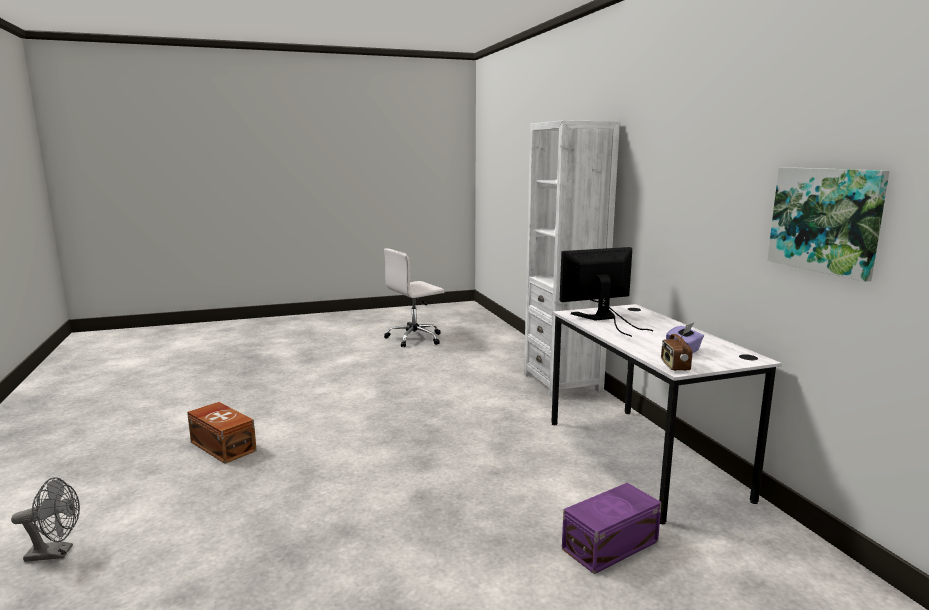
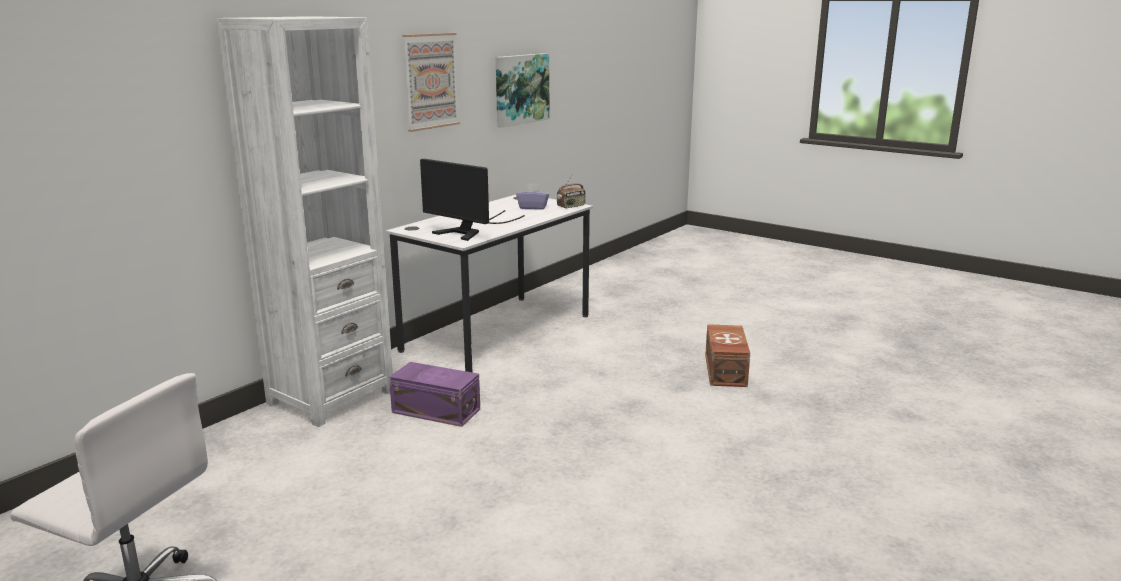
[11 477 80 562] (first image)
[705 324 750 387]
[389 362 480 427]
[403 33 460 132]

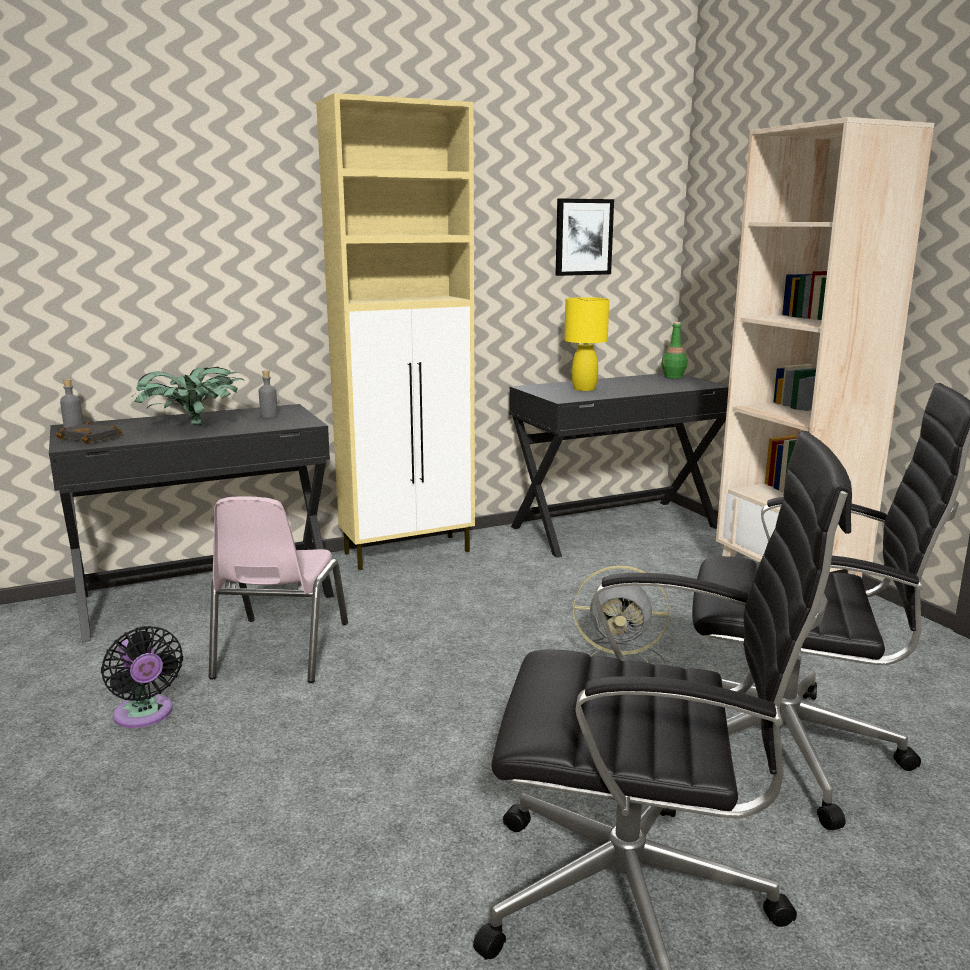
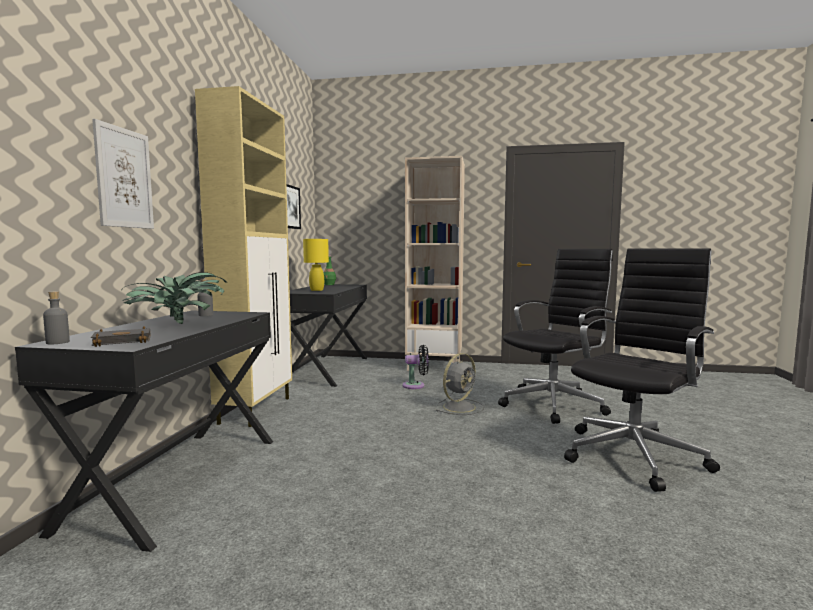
[402 345 429 389]
[209 496 348 683] (first image)
[92 119 154 229]

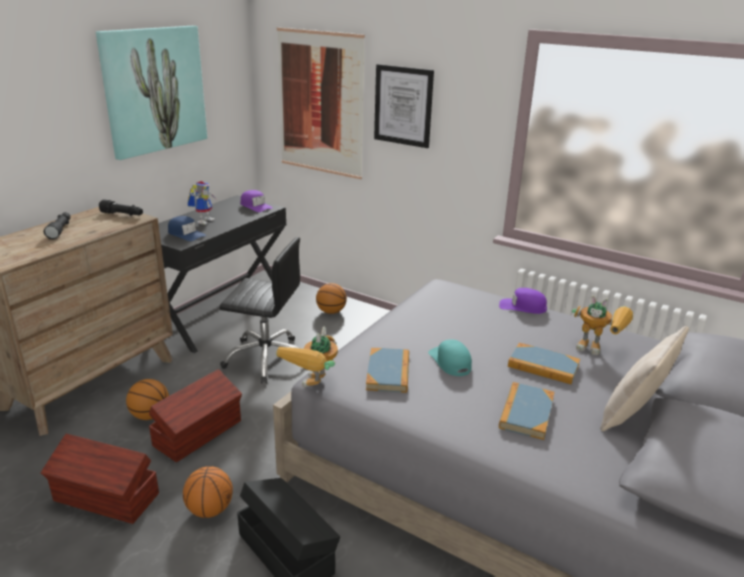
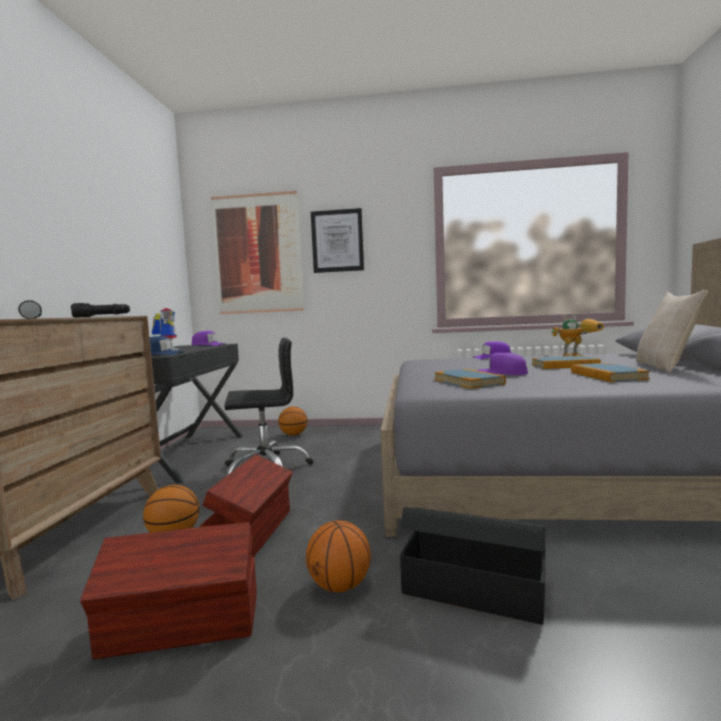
[96 26 207 160] (first image)
[276 326 338 387] (first image)
[477 353 528 375]

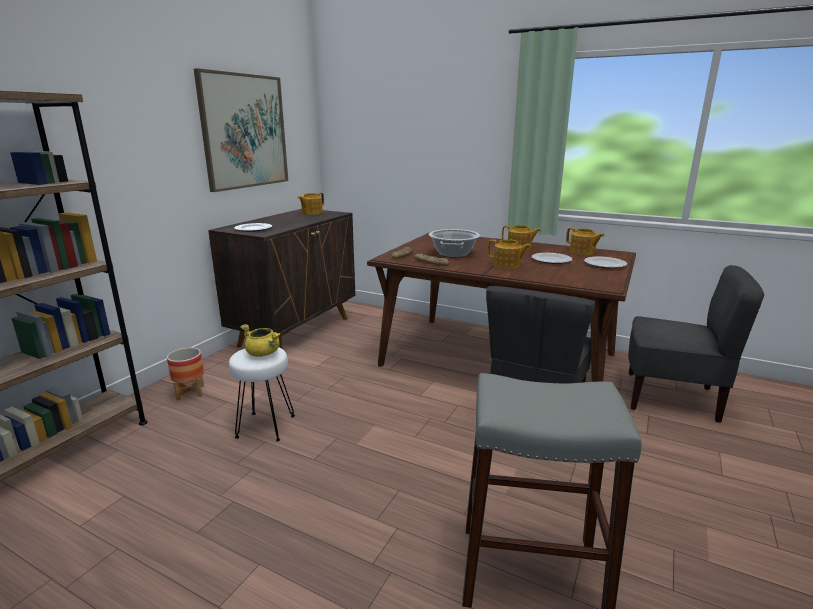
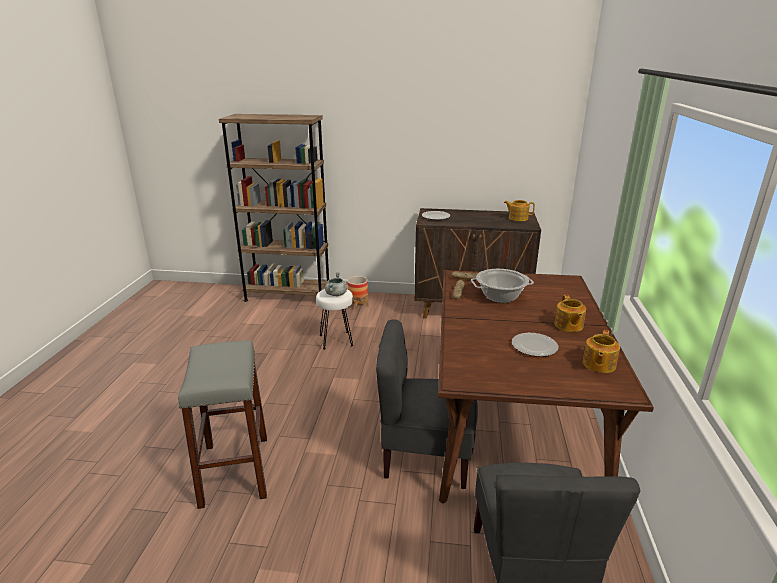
[194 68 288 192] (first image)
[325 272 347 296]
[488 239 531 269] (first image)
[584 257 627 268] (first image)

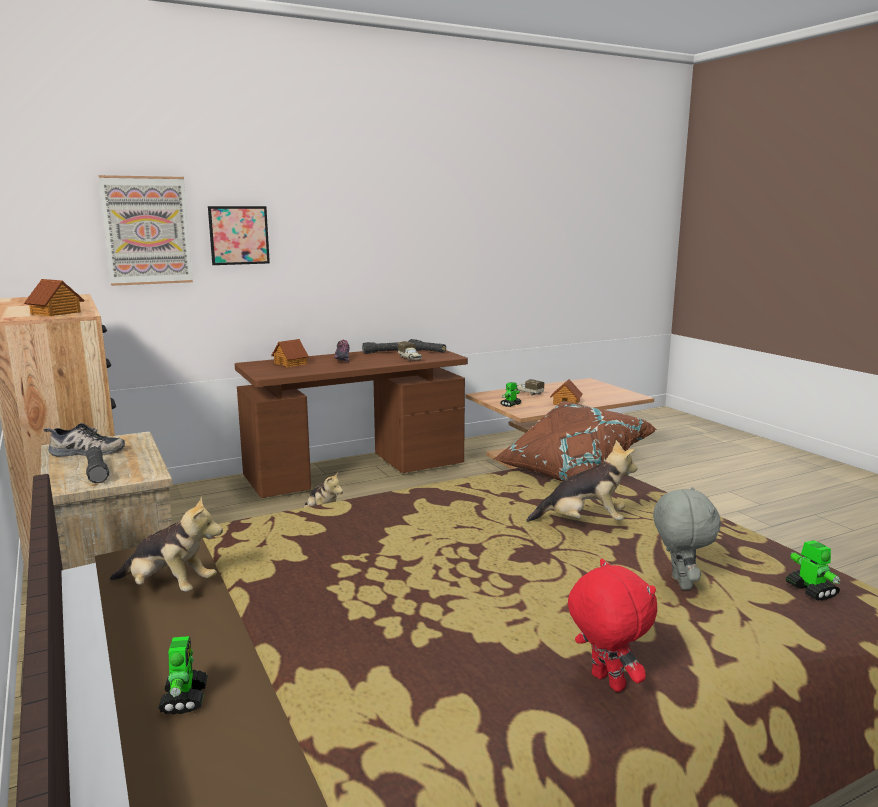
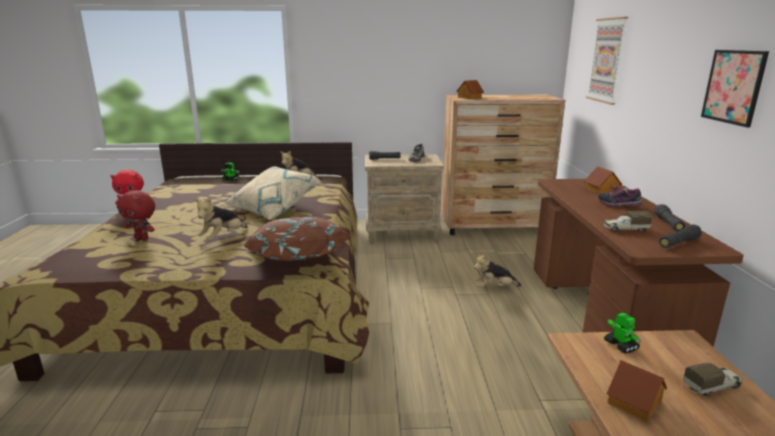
[701 50 769 127]
[117 190 155 240]
[786 540 840 601] (first image)
[225 167 321 220]

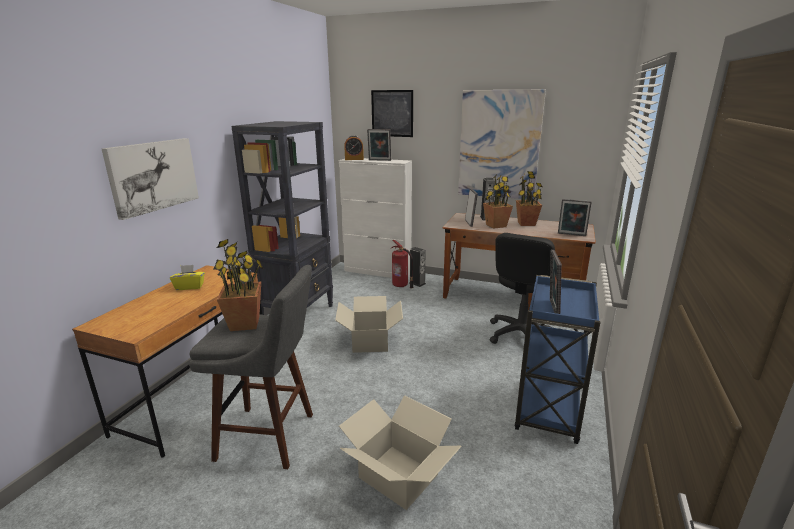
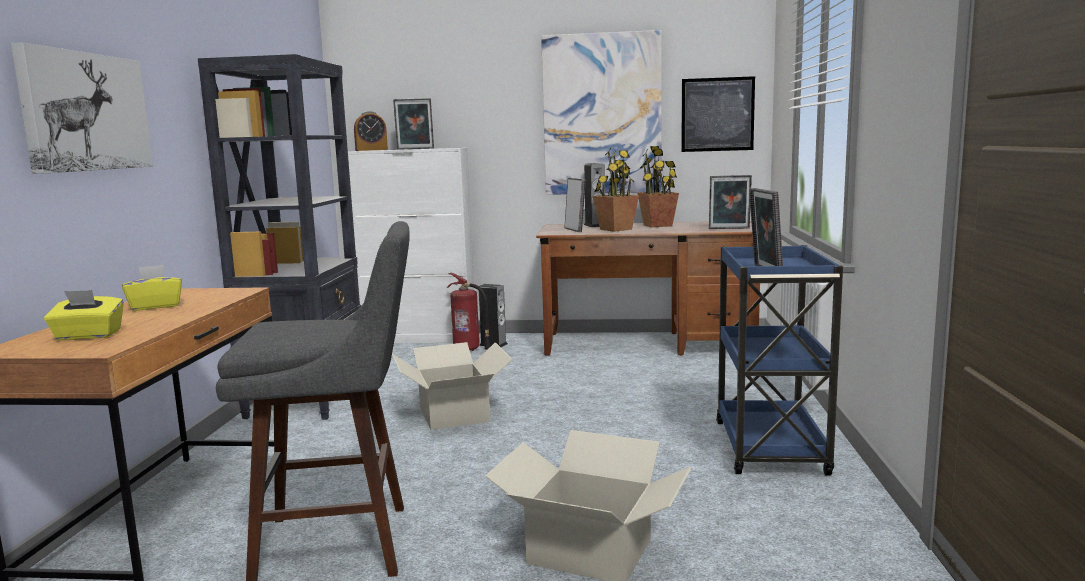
[213 239 263 331] (first image)
[681 76 755 152]
[490 233 555 344] (first image)
[44 290 124 340]

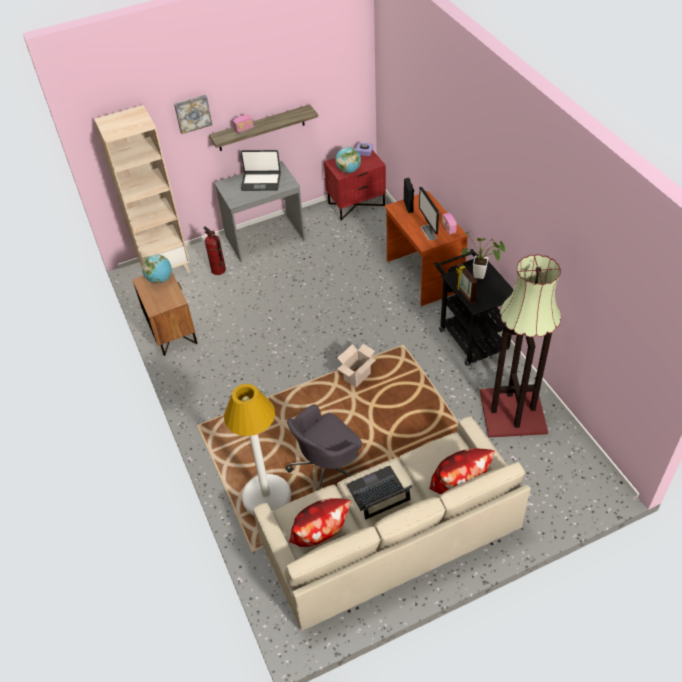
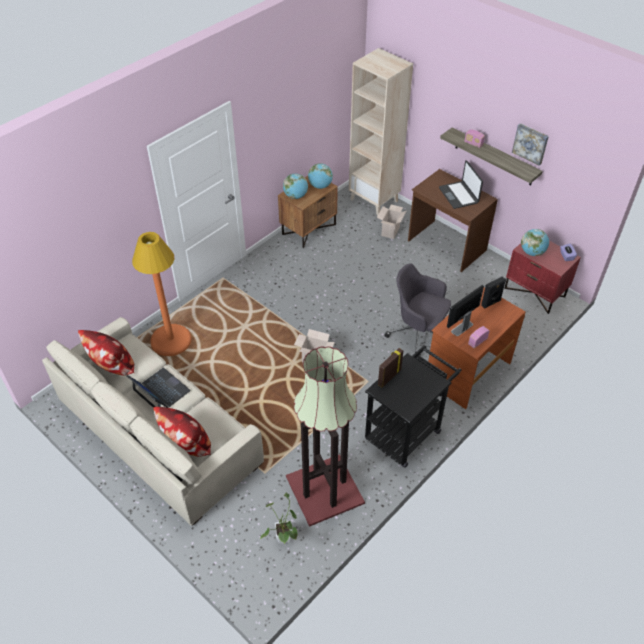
[512 123 549 166]
[377 204 406 239]
[408 169 498 272]
[132 232 192 356]
[384 263 451 359]
[260 493 297 544]
[283 174 308 199]

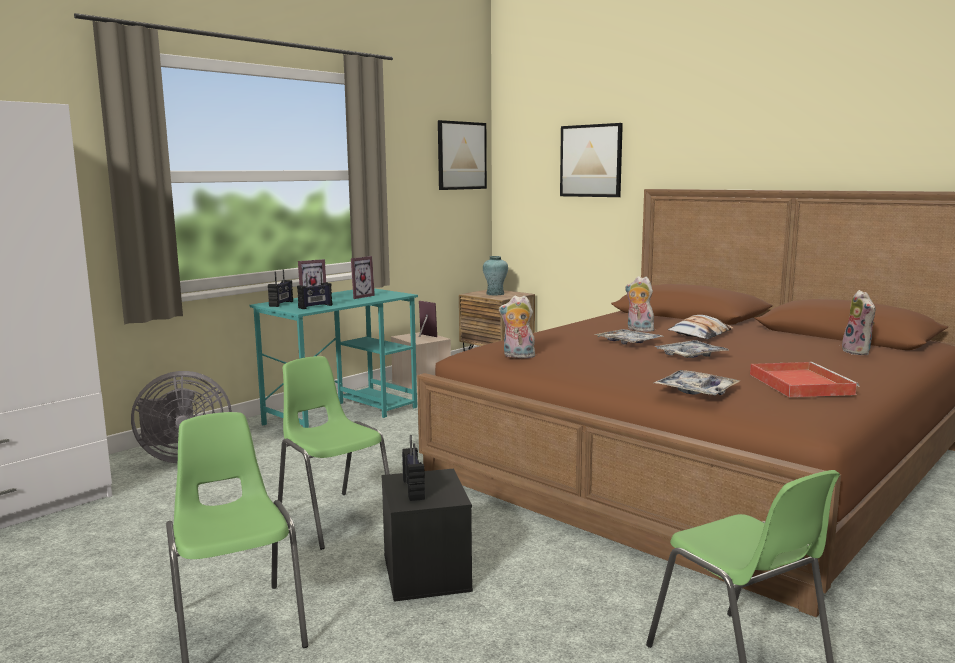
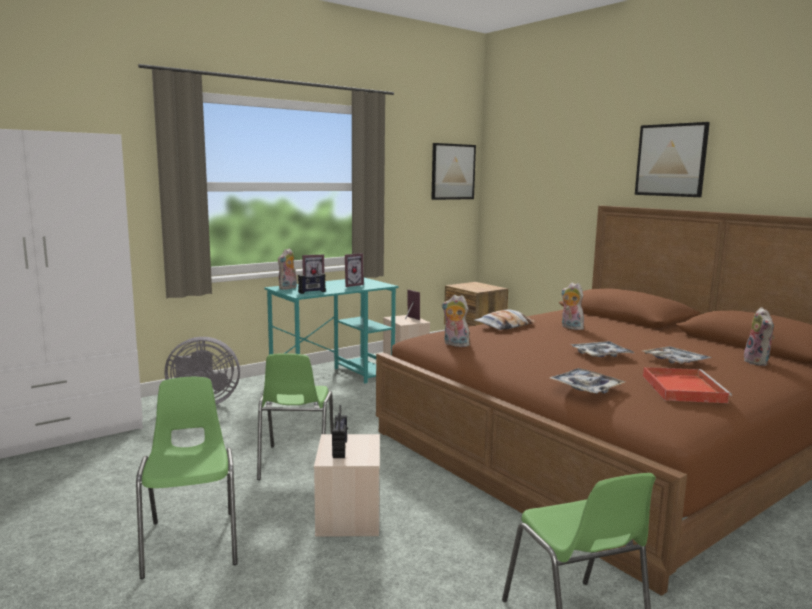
[278 248 297 290]
[257 353 334 480]
[314 434 380 537]
[483 256 508 295] (first image)
[635 122 710 197]
[643 346 712 364]
[474 309 536 330]

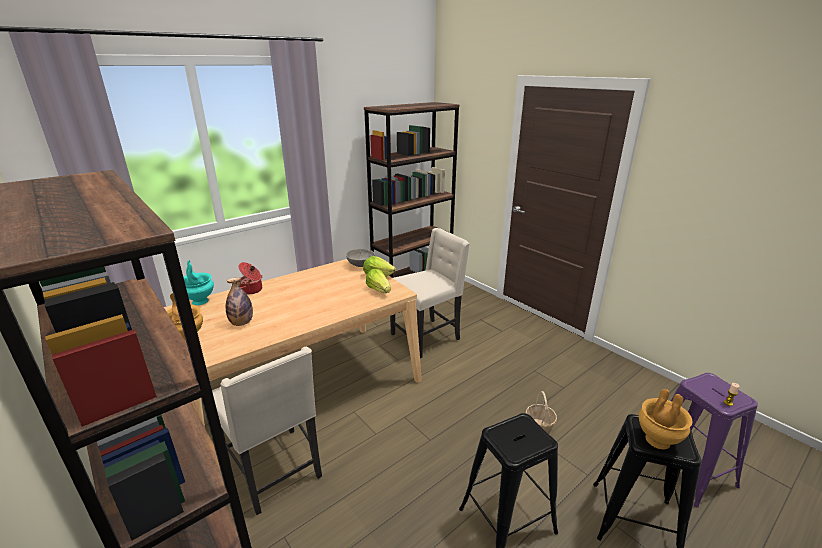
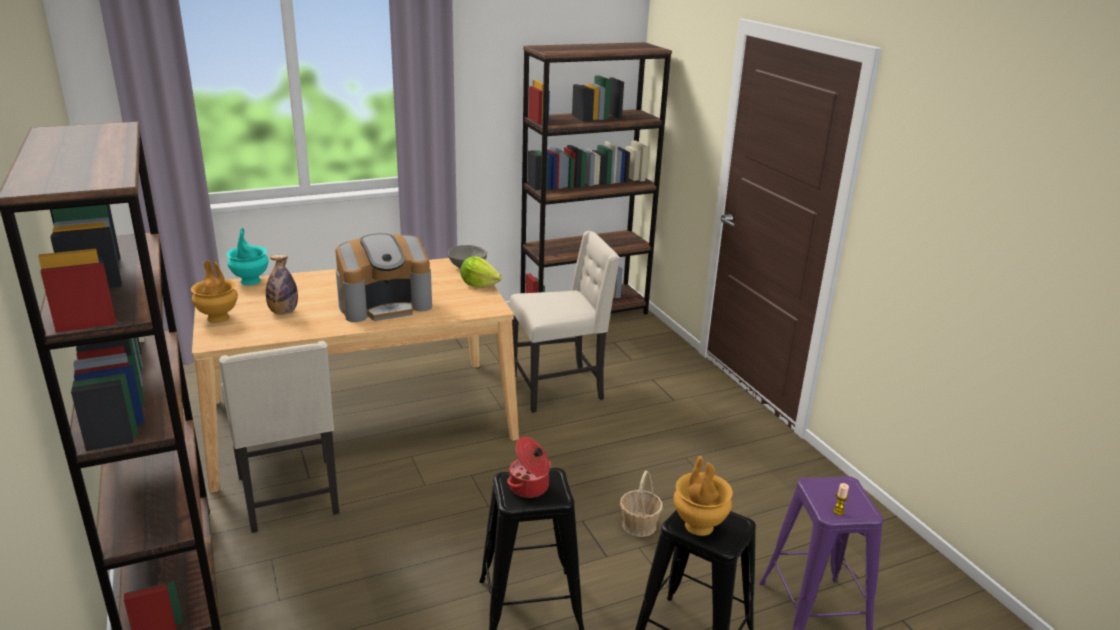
[507 437 551 498]
[366 269 391 293] (first image)
[335 233 432 322]

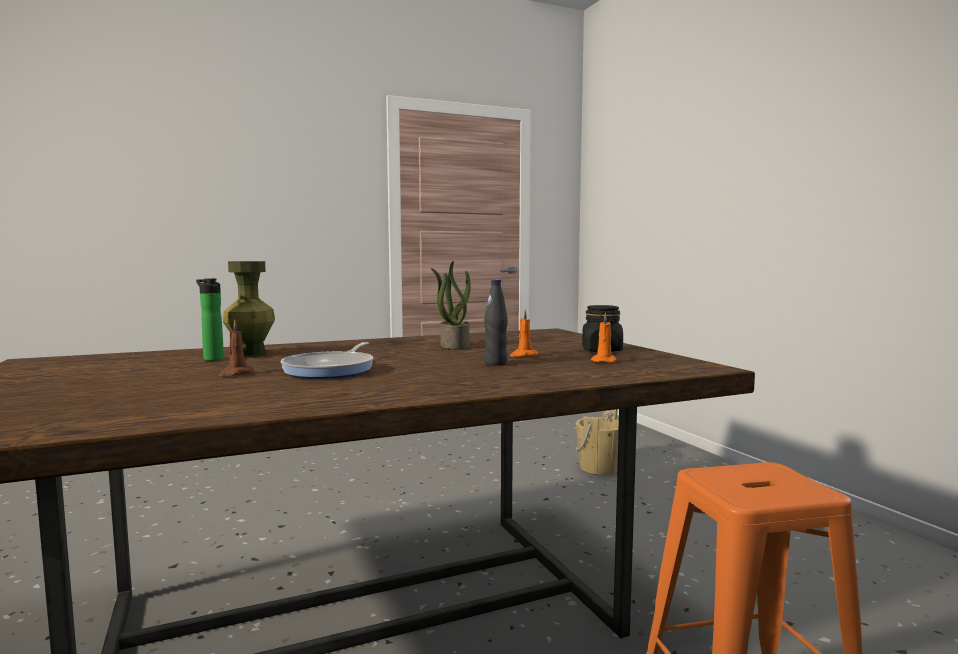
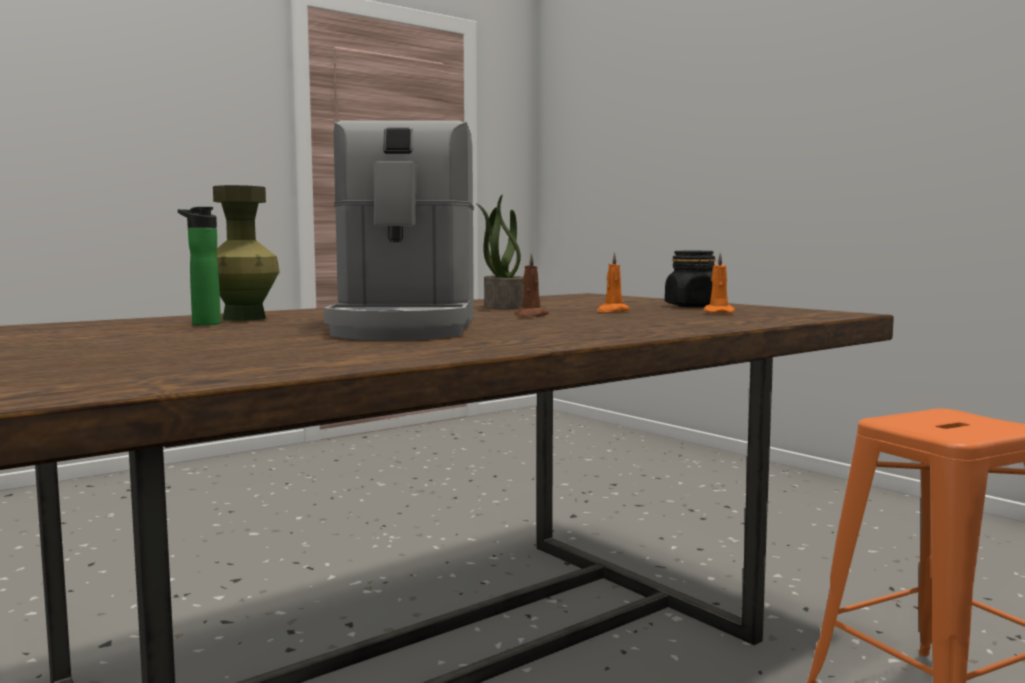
[514 253 549 318]
[324 120 474 340]
[484 279 508 366] (first image)
[576 409 619 475] (first image)

